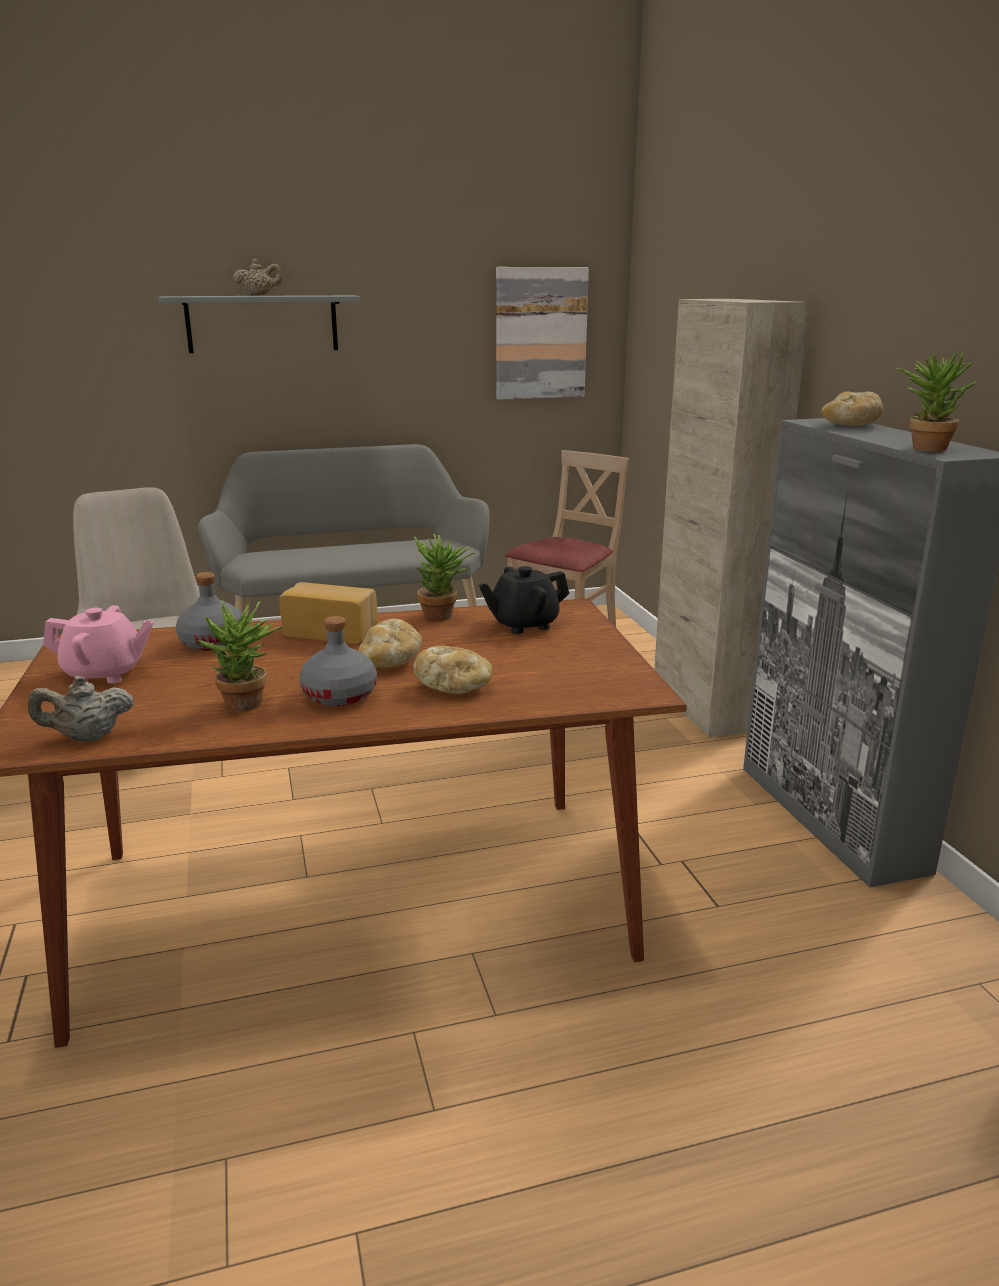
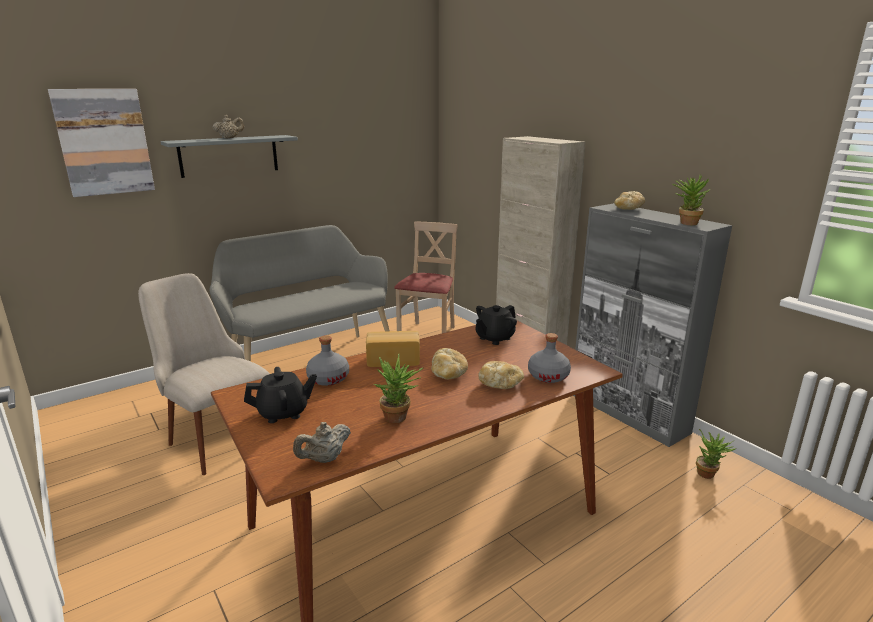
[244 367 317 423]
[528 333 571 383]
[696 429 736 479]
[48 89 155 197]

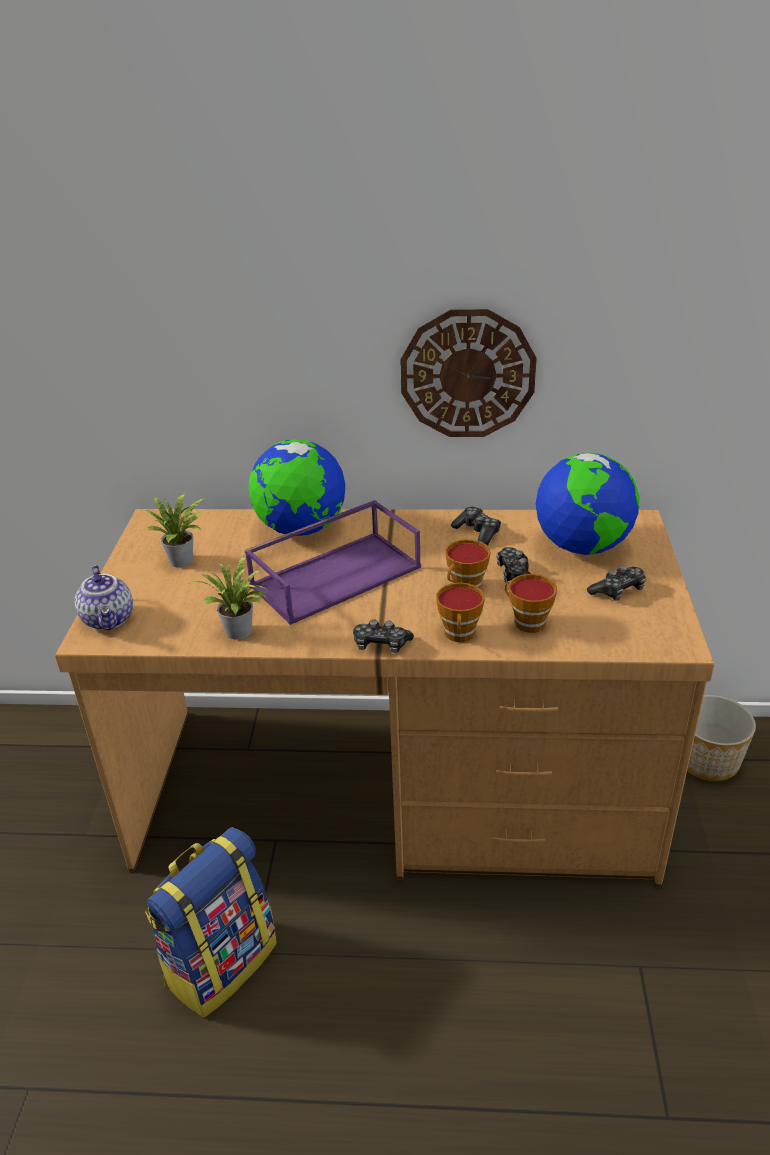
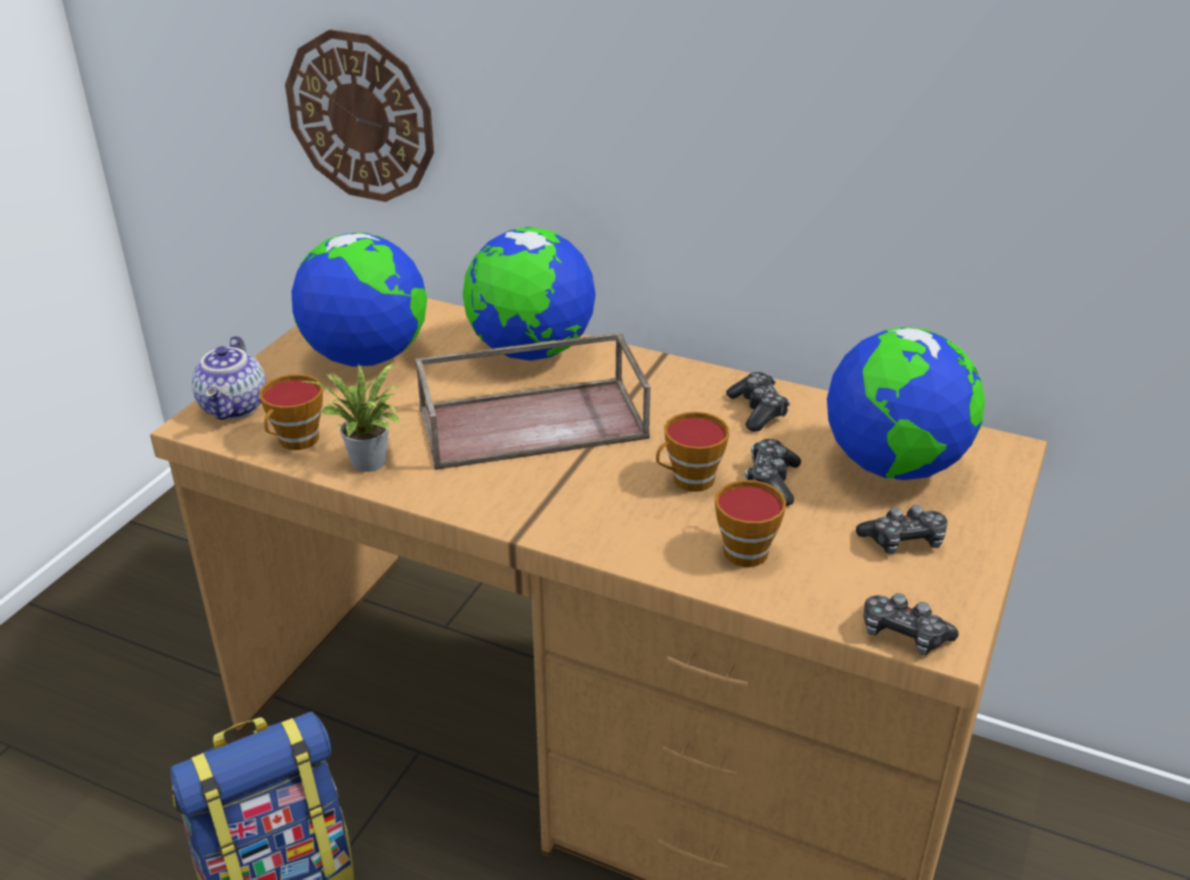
[292 233 427 367]
[415 332 650 470]
[864 593 959 655]
[285 29 434 202]
[259 374 323 450]
[687 695 756 781] (first image)

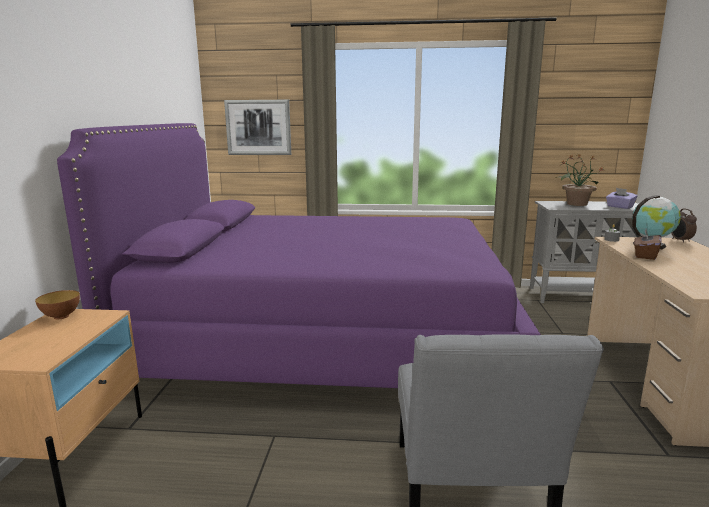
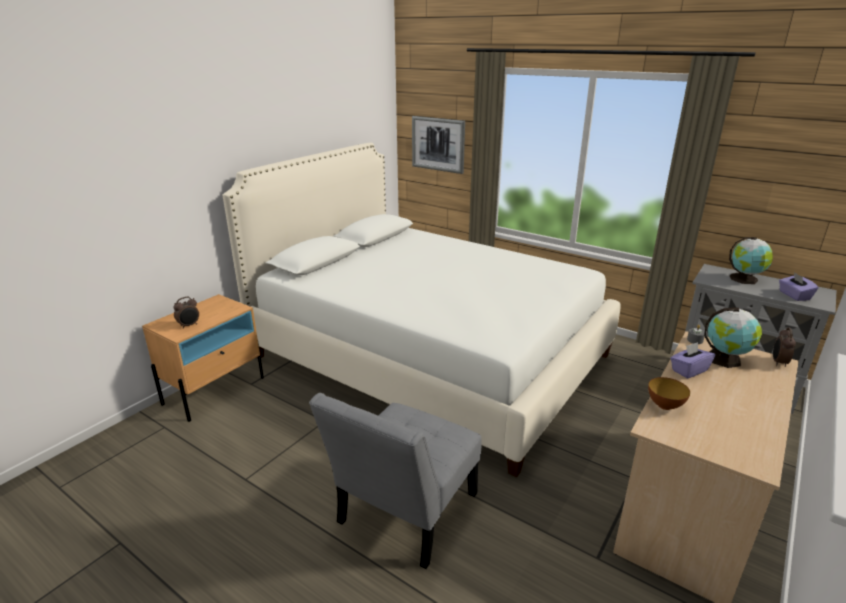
[648 377 690 410]
[223 143 621 477]
[729 237 773 284]
[670 342 715 378]
[174 297 199 329]

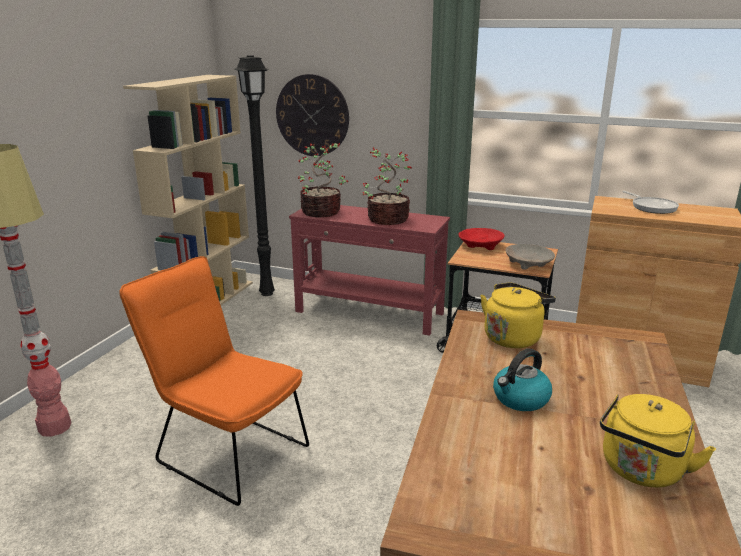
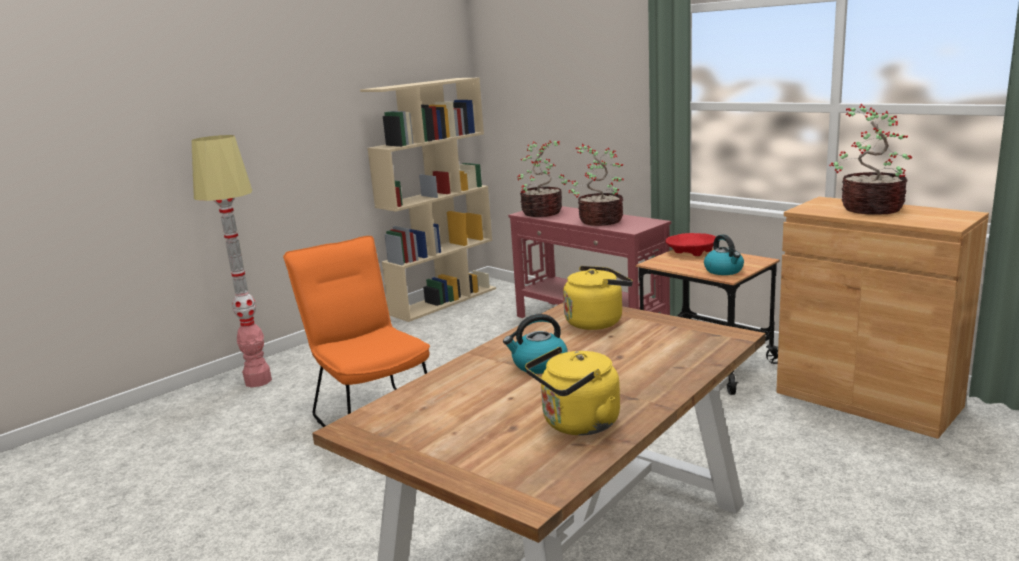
[235 55 275 296] (first image)
[276 74 349 156] (first image)
[704 235 744 275]
[829 104 912 215]

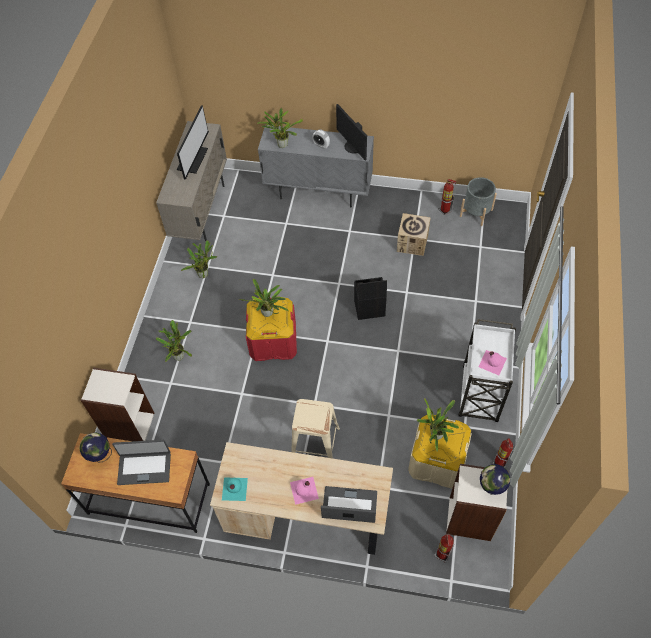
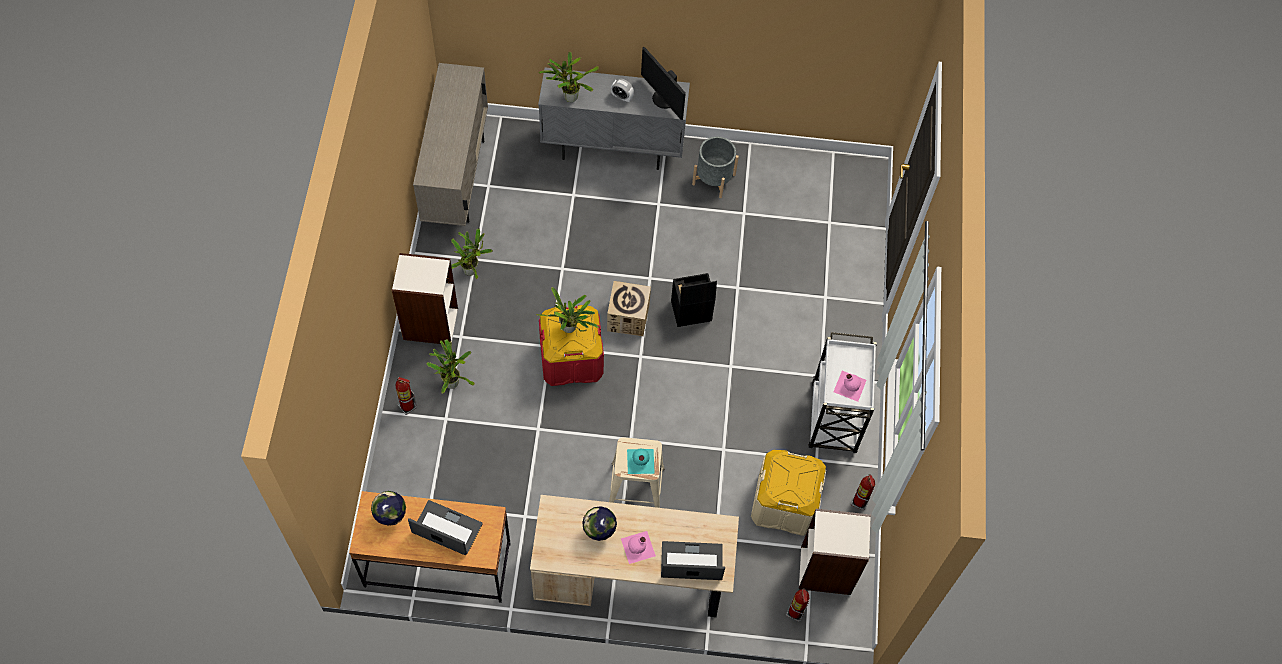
[392 253 458 344]
[408 500 483 555]
[177 105 209 180] (first image)
[627 449 655 474]
[607 281 651 336]
[417 398 459 451] (first image)
[395 377 417 415]
[692 136 739 198]
[582 506 617 541]

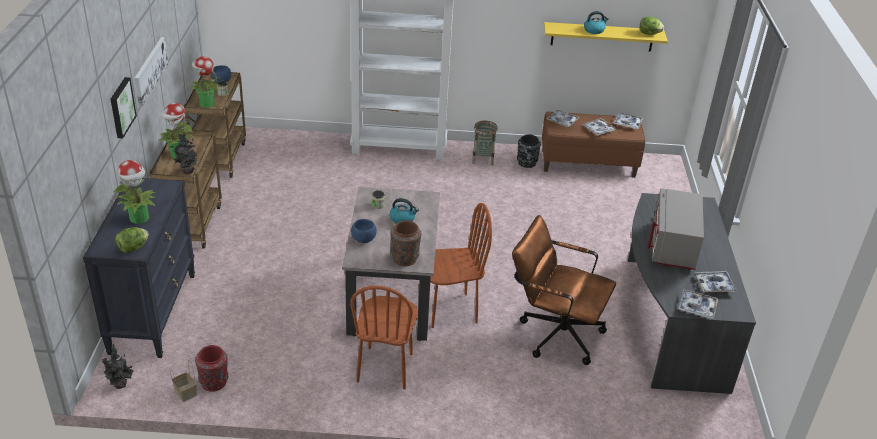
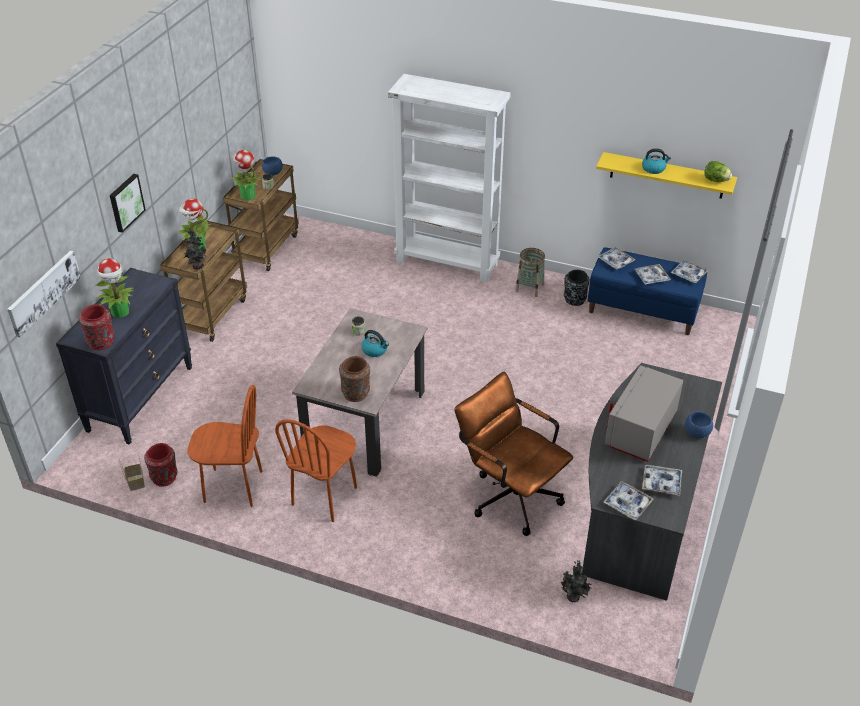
[561 560 592 602]
[79 304 115 350]
[7 251 81 337]
[685 411 713 438]
[187 385 262 507]
[588 247 707 335]

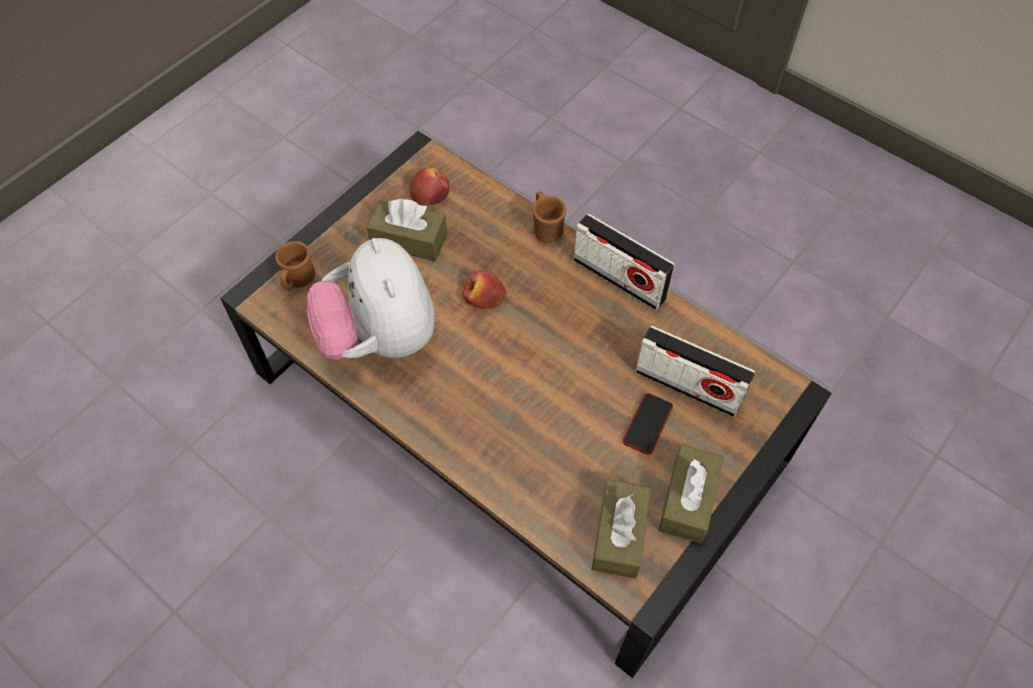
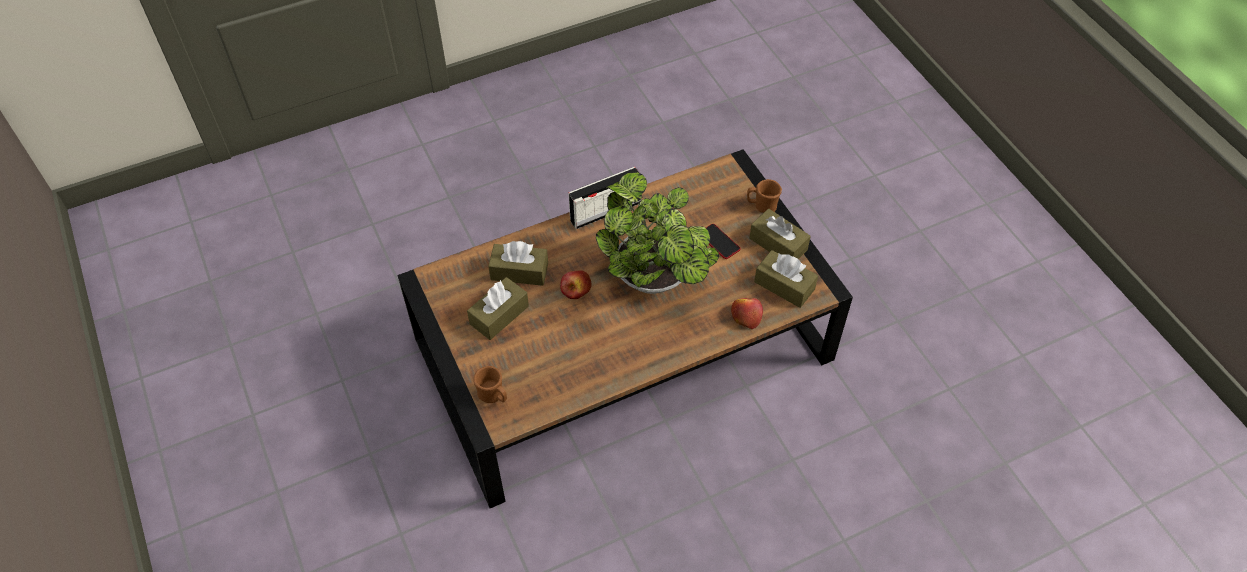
[307 238 435 360] (first image)
[731 298 763 329]
[747 179 782 213]
[635 325 755 417] (first image)
[488 241 548 286]
[596 172 719 294]

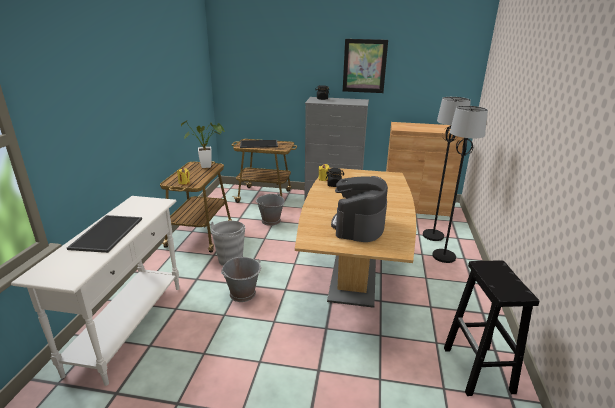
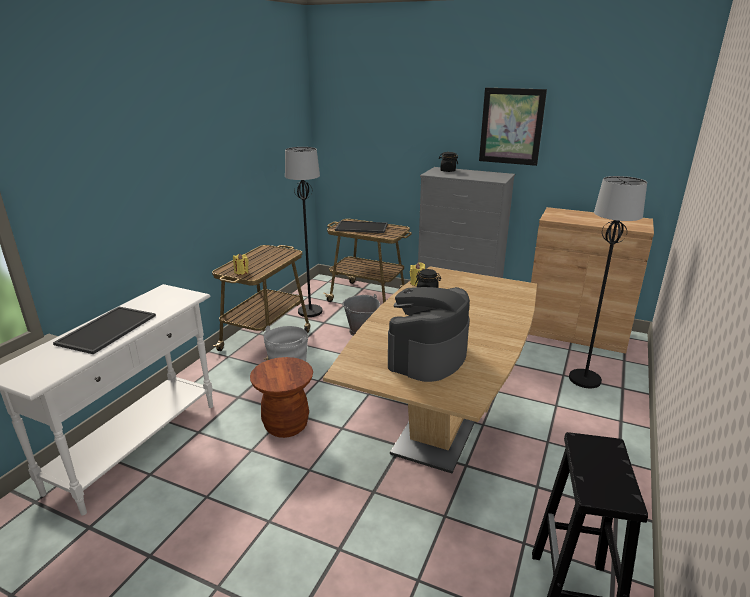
[181 120 225 168] (first image)
[250 357 313 438]
[285 147 322 317]

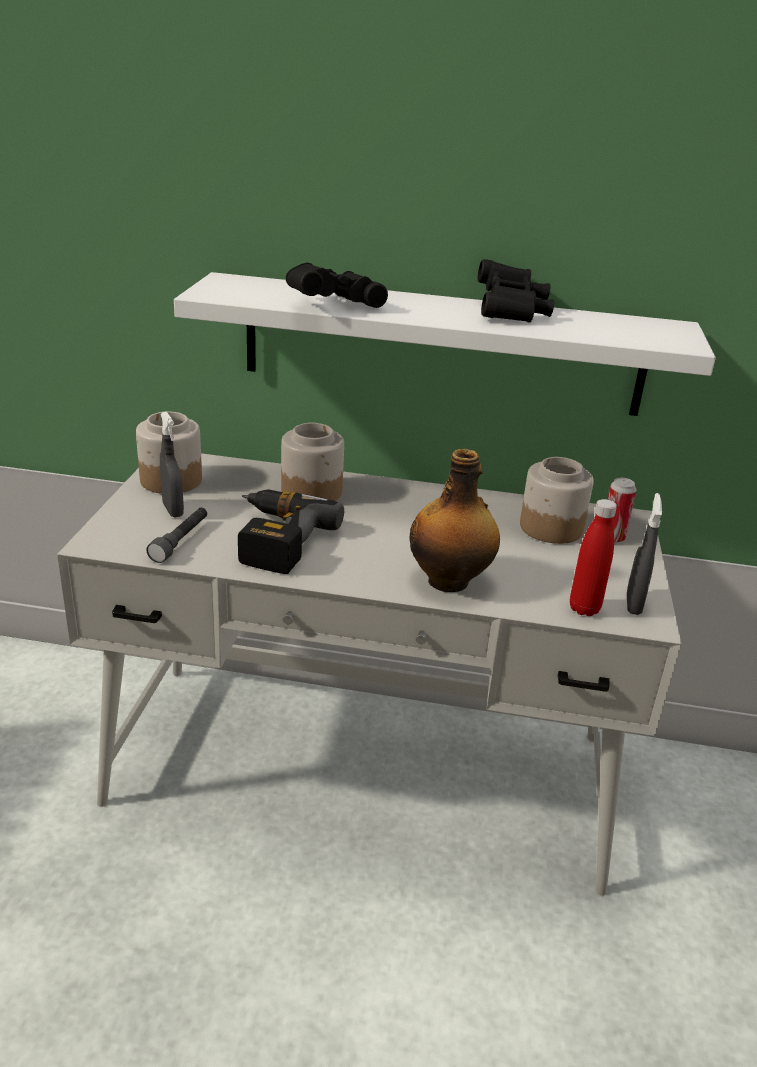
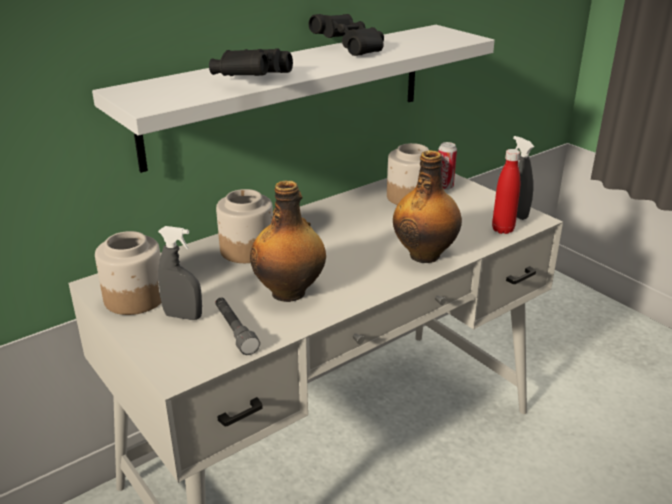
[250 180 326 302]

